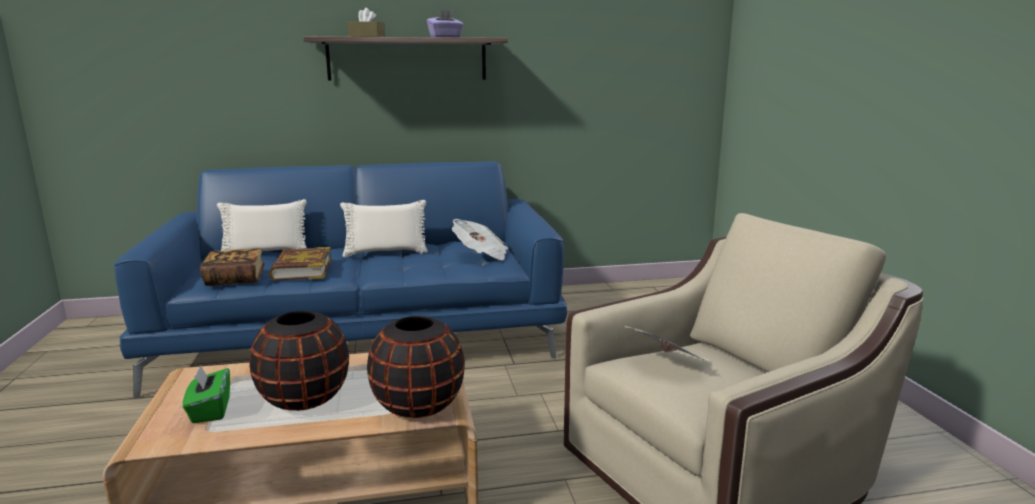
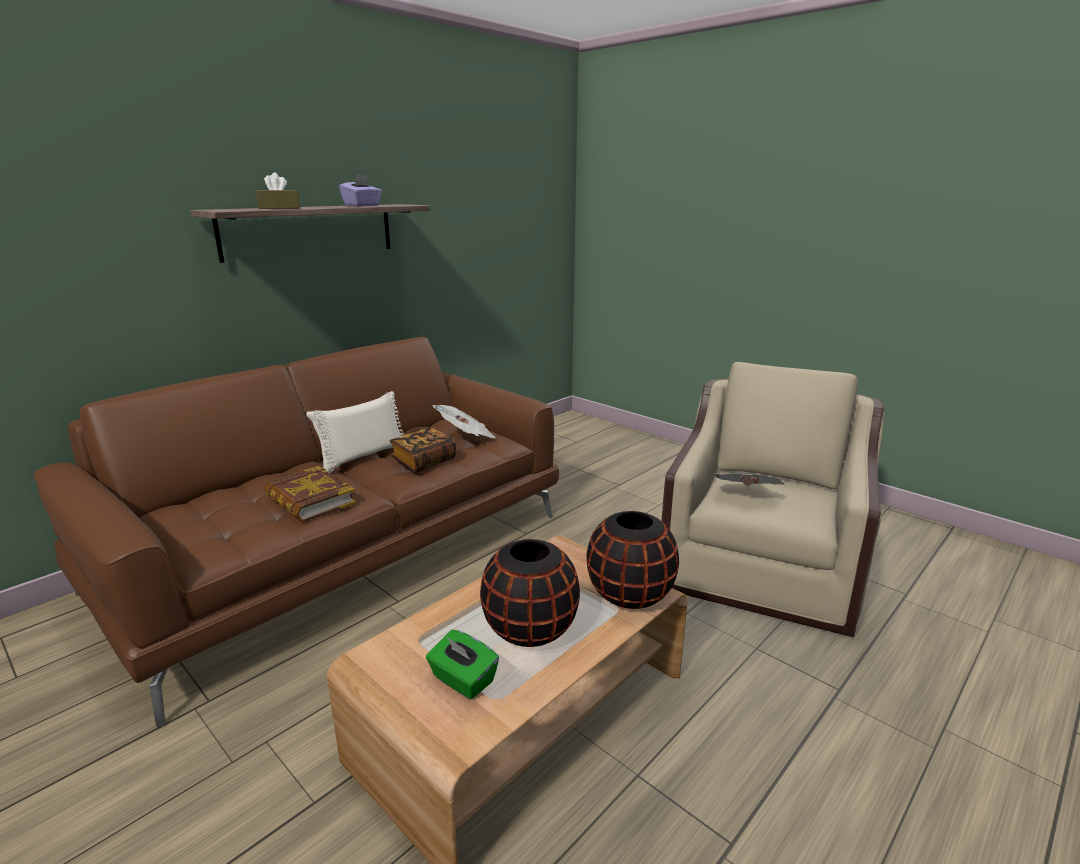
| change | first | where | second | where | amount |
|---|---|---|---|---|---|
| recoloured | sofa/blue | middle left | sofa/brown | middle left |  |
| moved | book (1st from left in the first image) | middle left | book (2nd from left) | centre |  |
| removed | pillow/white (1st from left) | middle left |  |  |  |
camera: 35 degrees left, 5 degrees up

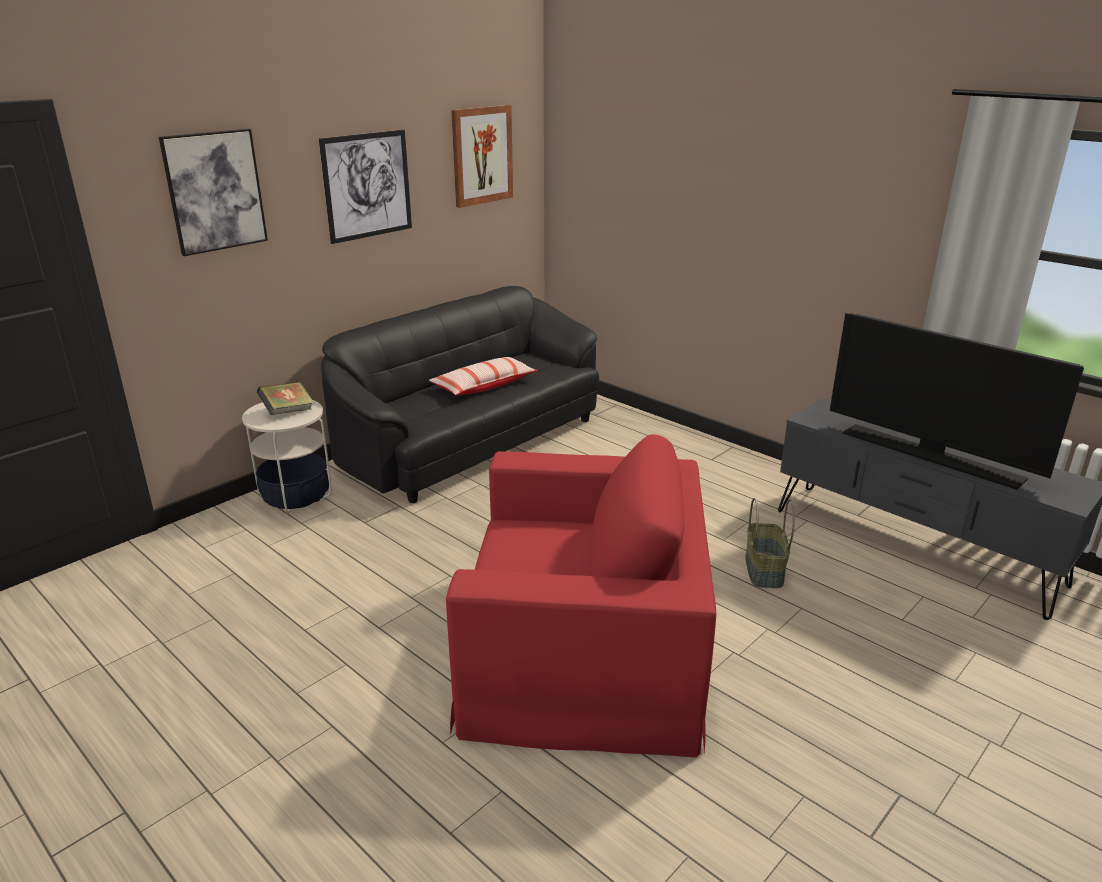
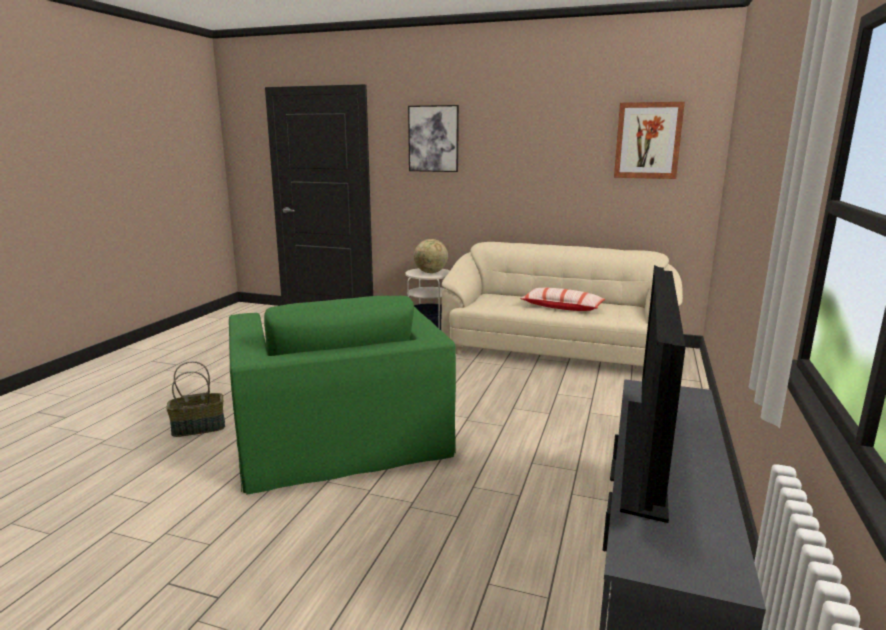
| change | first | where | second | where | amount |
|---|---|---|---|---|---|
| replaced | book | middle left | globe | centre |  |
| removed | picture (2nd from left) | top left |  |  |  |
| recoloured | sofa/black | centre | sofa/beige | centre |  |
| recoloured | armchair/red | bottom centre | armchair/green | centre |  |
| moved | basket | middle right |  | middle left |  |
camera: 65 degrees right, 10 degrees down

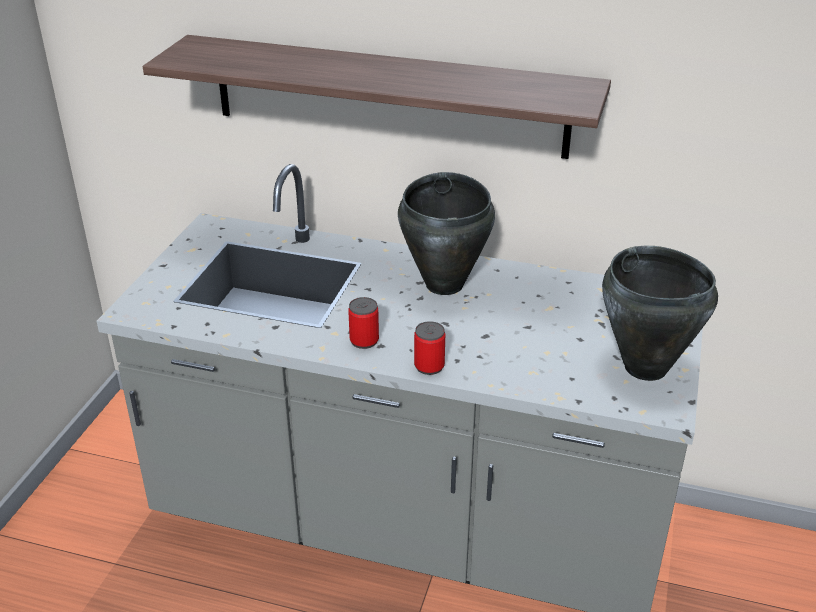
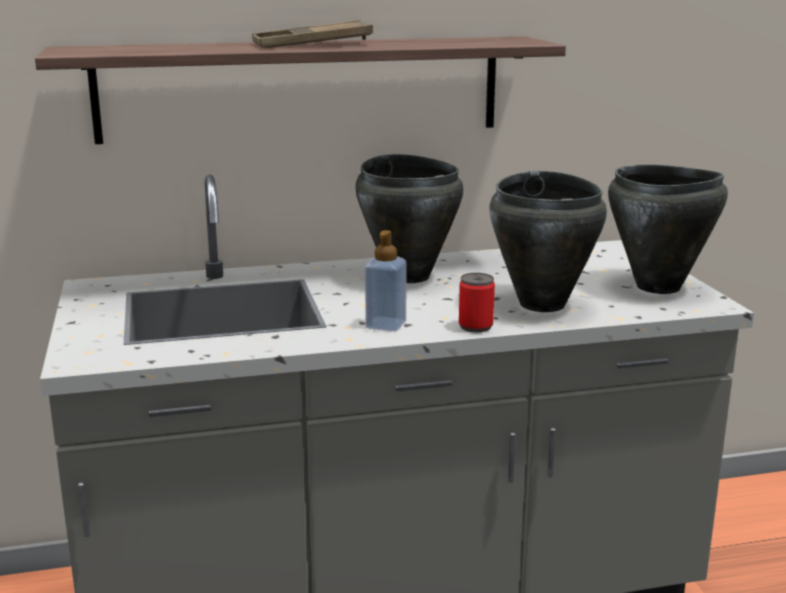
| change | first | where | second | where | amount |
|---|---|---|---|---|---|
| replaced | can (1st from left) | centre | soap dispenser | centre |  |
| added |  |  | tray/brown | top centre |  |
| added |  |  | cooking pot/black (2nd from left) | middle right |  |
camera: 30 degrees left, 15 degrees down

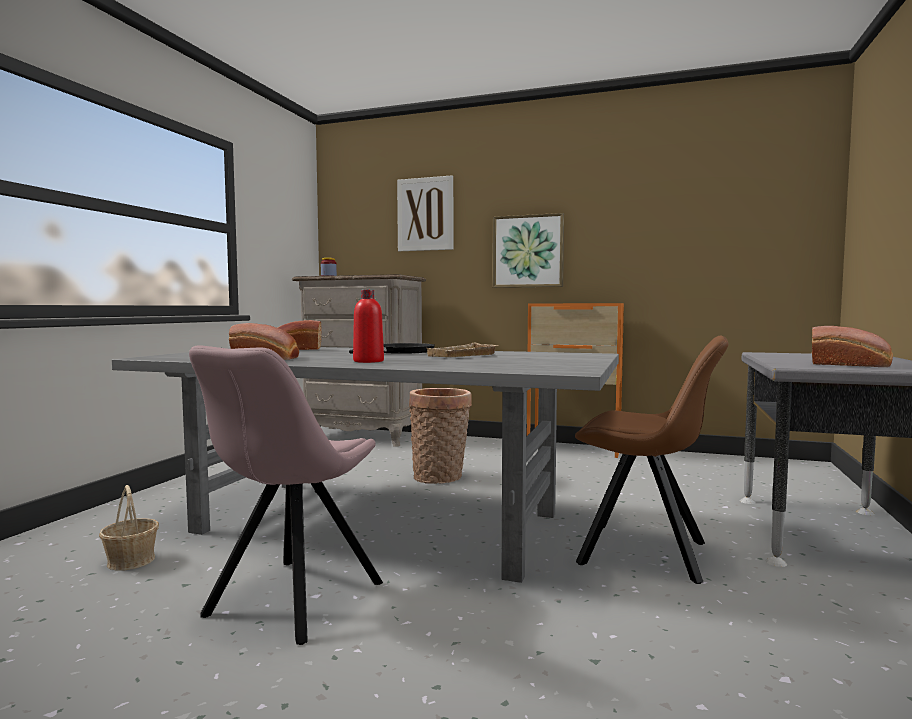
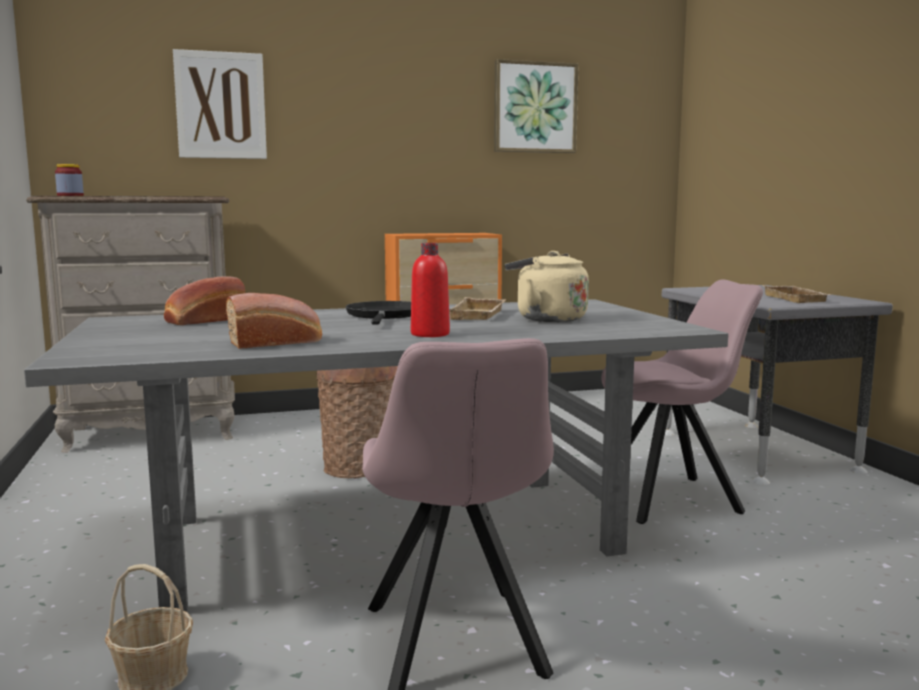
| change | first | where | second | where | amount |
|---|---|---|---|---|---|
| moved | picture (2nd from left) | centre |  | top centre |  |
| recoloured | chair/brown | middle right | chair/pink (2nd from left) | middle right |  |
| replaced | bread (3rd from left) | middle right | tray/beige (2nd from left) | middle right |  |
| added |  |  | kettle/beige | centre |  |
camera: 35 degrees left, 5 degrees up

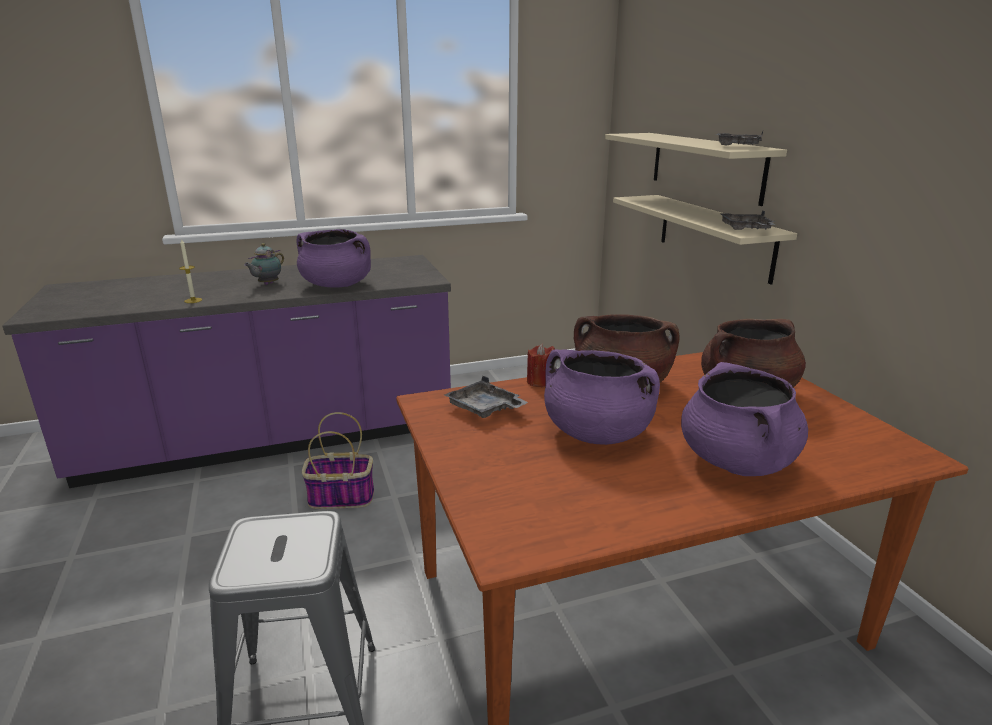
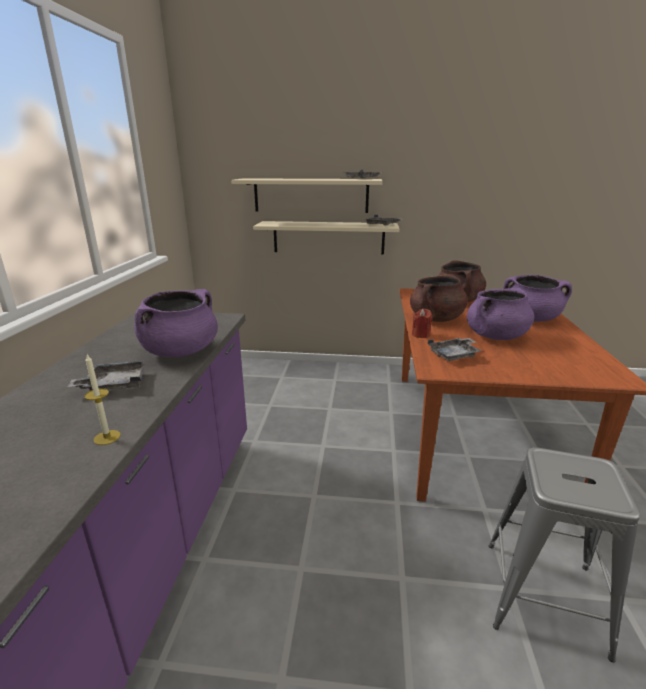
| change | first | where | second | where | amount |
|---|---|---|---|---|---|
| replaced | teapot | middle left | tray/grey (1st from left) | middle left |  |
| removed | basket | centre |  |  |  |
camera: 65 degrees left, 0 degrees up

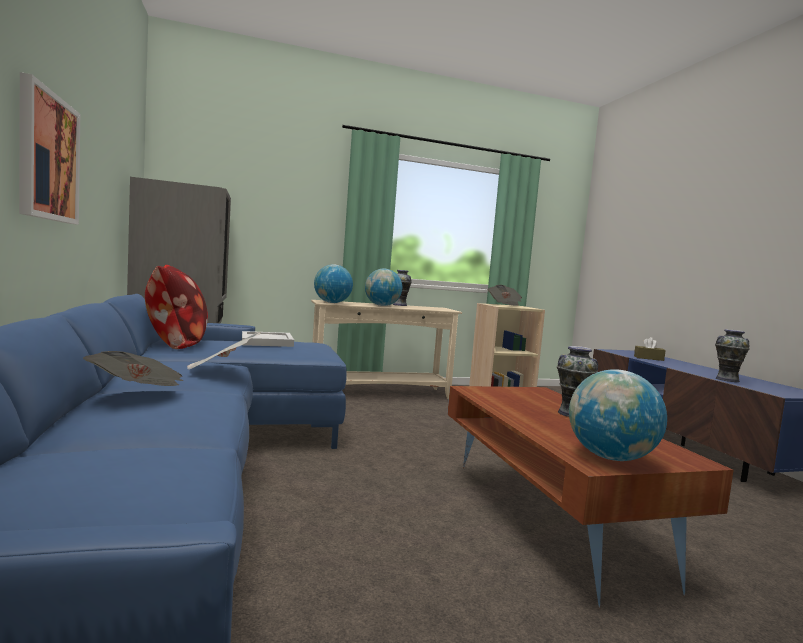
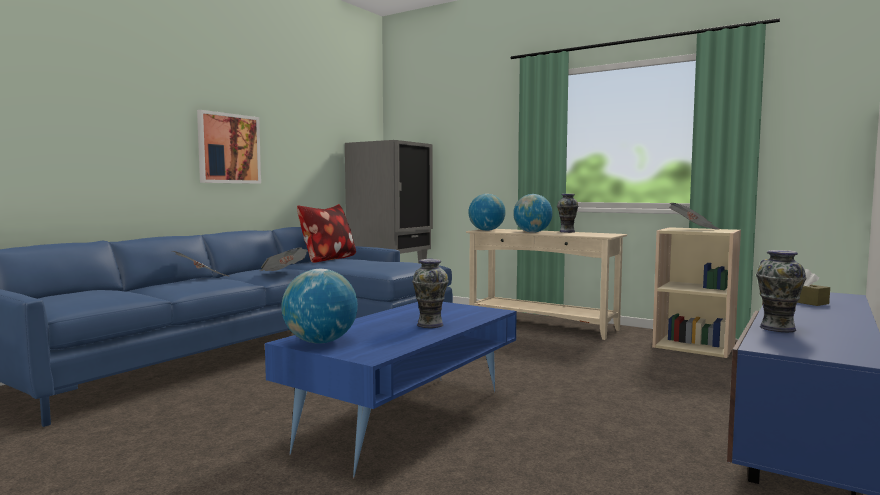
| change | first | where | second | where | amount |
|---|---|---|---|---|---|
| removed | tray/white | centre |  |  |  |
| recoloured | coffee table/brown | bottom right | coffee table/blue | bottom centre |  |
camera: 50 degrees right, 0 degrees up

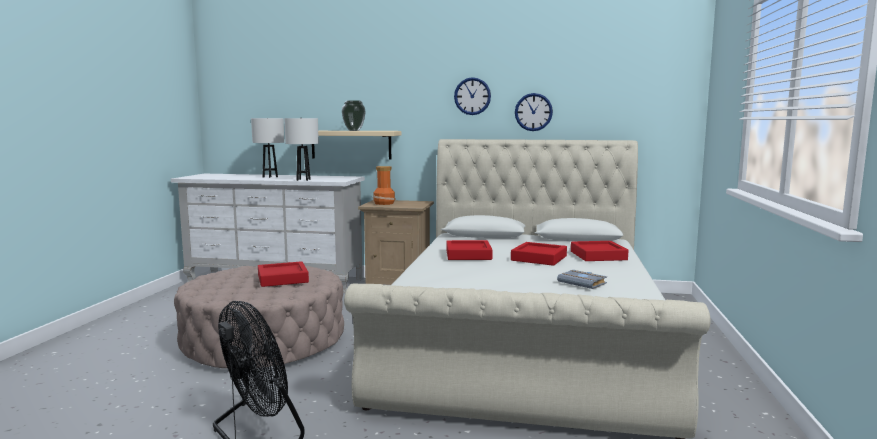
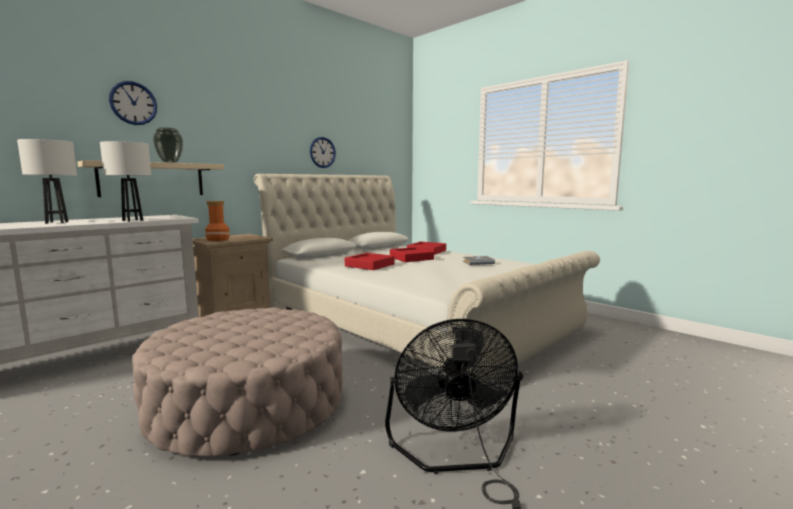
| change | first | where | second | where | amount |
|---|---|---|---|---|---|
| removed | tray/red (1st from left) | middle left |  |  |  |
| moved | wall clock (1st from left) | top centre |  | top left |  |
camera: 55 degrees left, 0 degrees up

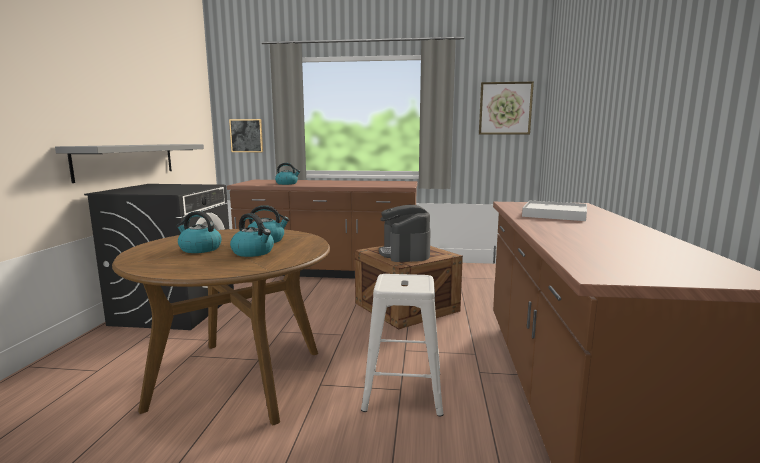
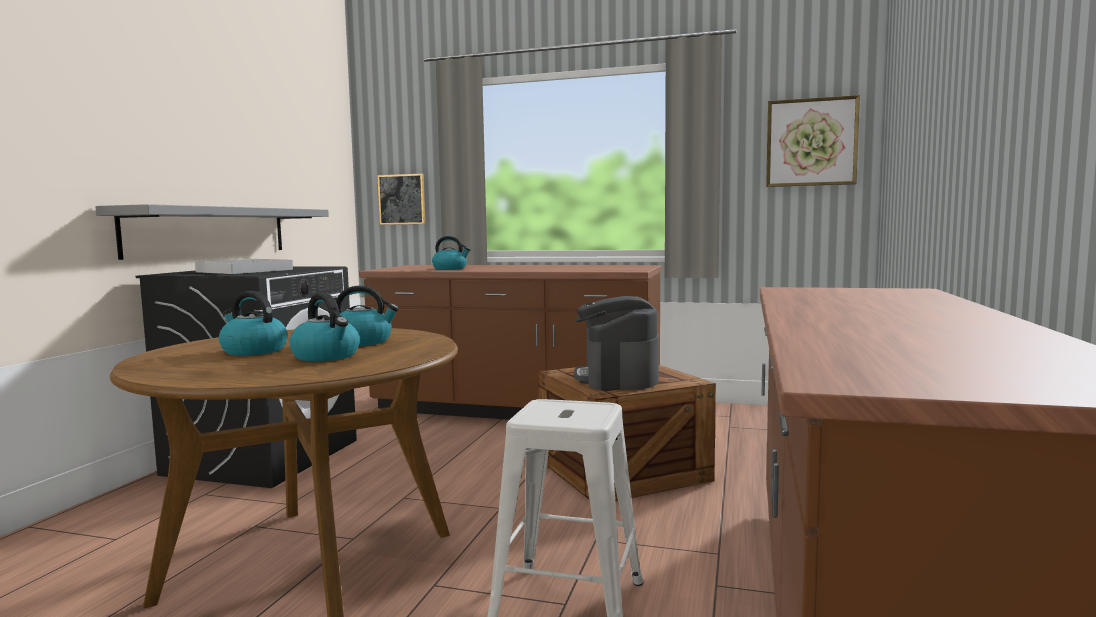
| change | first | where | second | where | amount |
|---|---|---|---|---|---|
| moved | tray/white | middle right |  | middle left |  |
camera: 10 degrees right, 5 degrees down

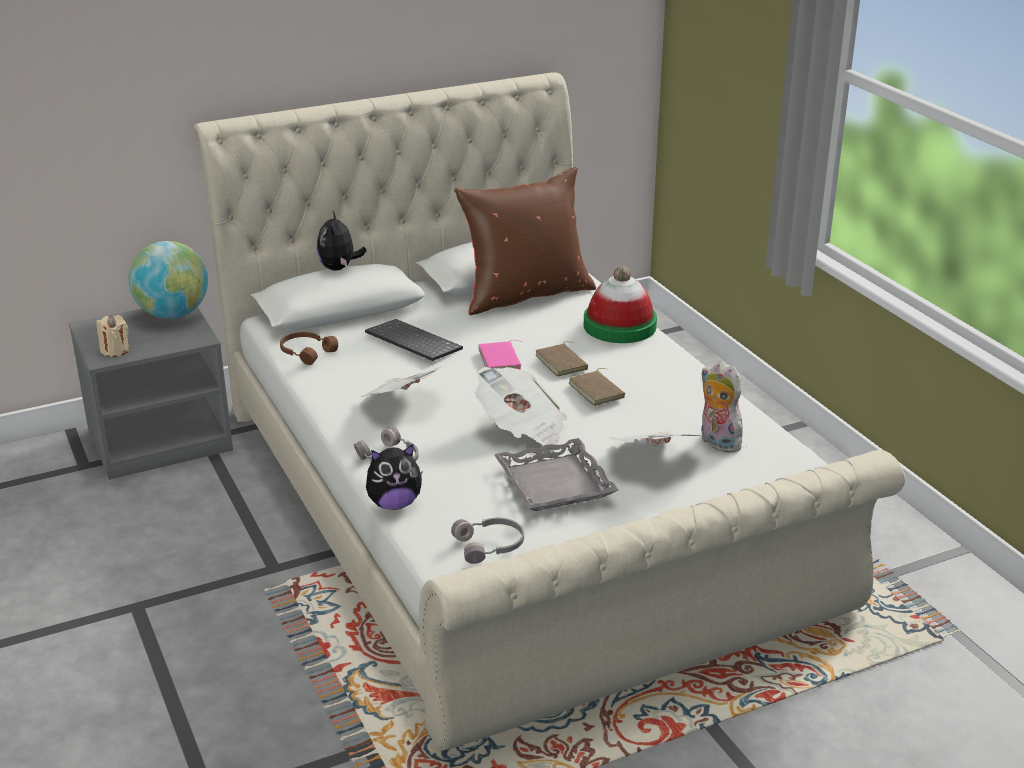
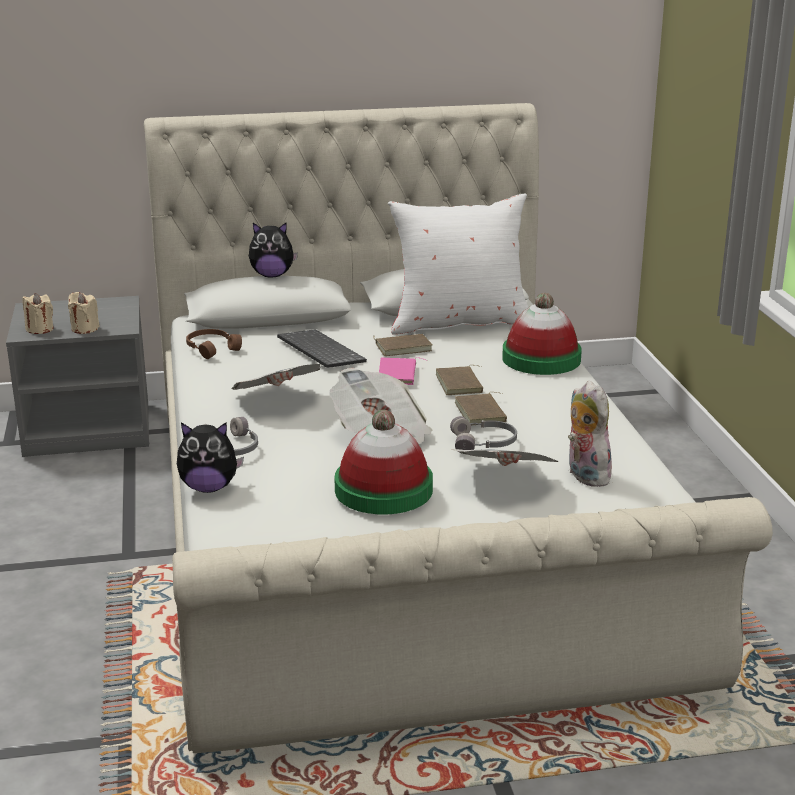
| change | first | where | second | where | amount |
|---|---|---|---|---|---|
| removed | globe | middle left |  |  |  |
| turned | plush toy (1st from left in the first image) | top left | plush toy (2nd from left) | top centre | 105 degrees counterclockwise |
| moved | headphones/grey (2nd from left) | bottom centre |  | centre |  |
| recoloured | pillow/brown | top centre | pillow/white | top centre |  |
| replaced | tray/grey | centre | hat (1st from left) | centre |  |
| added |  |  | candle/beige (2nd from left) | middle left |  |
| added |  |  | book/brown (1st from left) | centre |  |
camera: 15 degrees right, 5 degrees down

